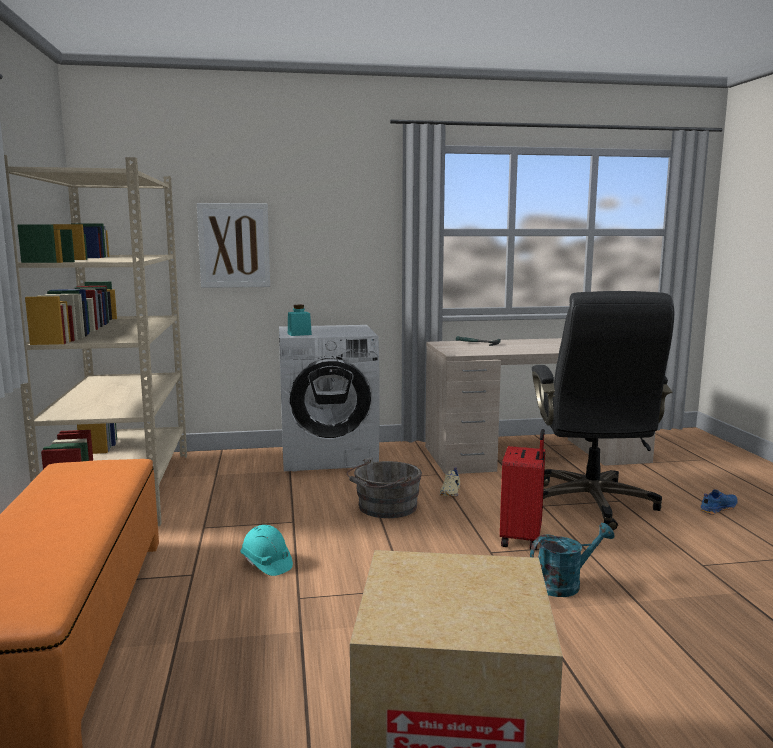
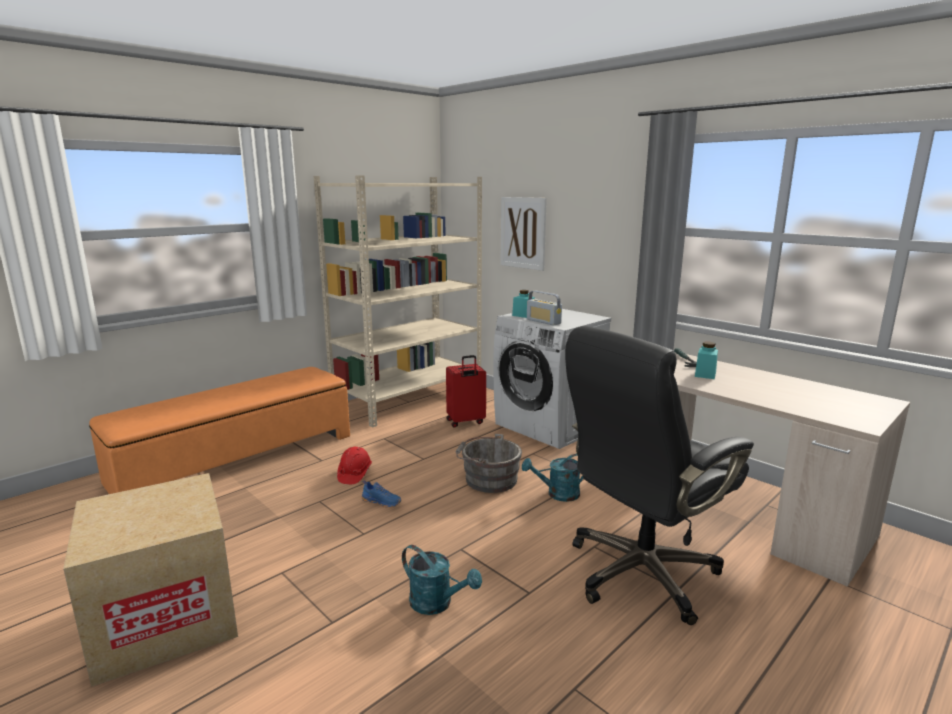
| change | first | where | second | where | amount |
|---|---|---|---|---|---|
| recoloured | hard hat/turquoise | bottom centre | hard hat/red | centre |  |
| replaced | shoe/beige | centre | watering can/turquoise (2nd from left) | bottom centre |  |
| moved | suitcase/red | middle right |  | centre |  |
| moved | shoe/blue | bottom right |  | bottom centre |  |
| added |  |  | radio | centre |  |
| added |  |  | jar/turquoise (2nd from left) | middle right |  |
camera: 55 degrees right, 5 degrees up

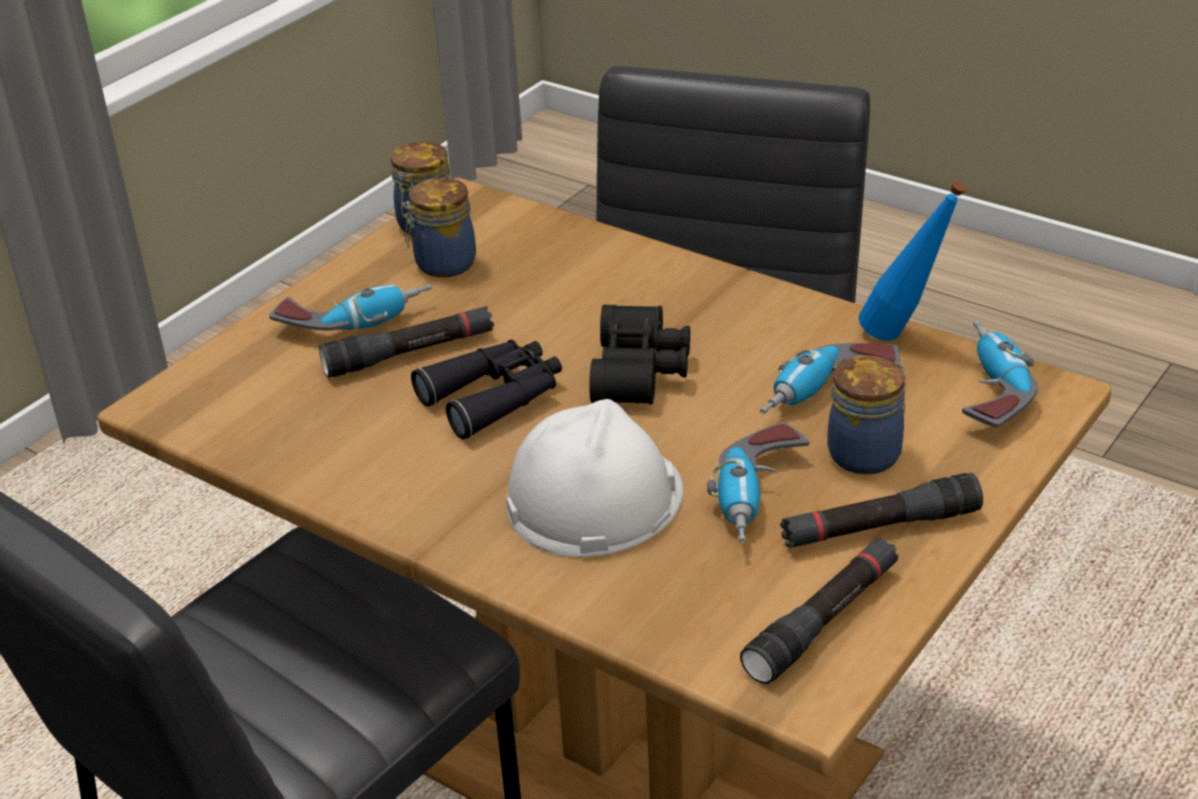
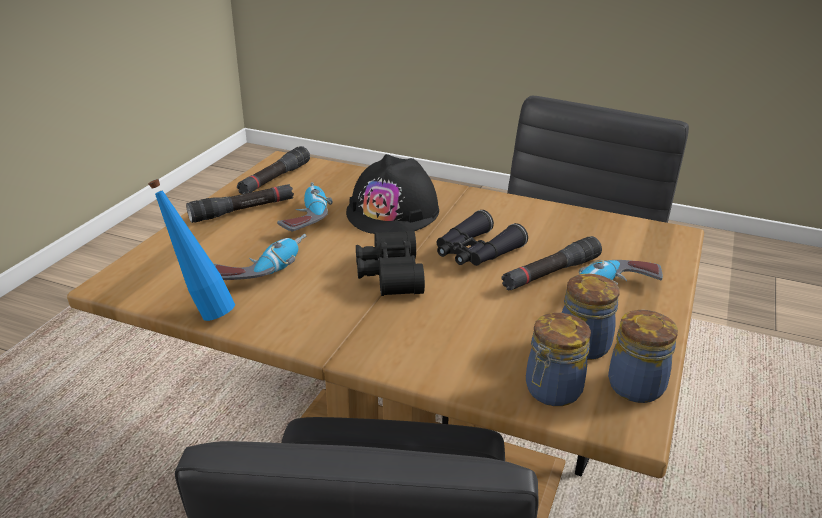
| change | first | where | second | where | amount |
|---|---|---|---|---|---|
| recoloured | hard hat/white | centre | hard hat/black | centre |  |
| moved | jar (3rd from left in the first image) | middle right | jar (1st from left) | bottom right |  |
| removed | power drill (4th from left) | middle right |  |  |  |
camera: 165 degrees right, 5 degrees down

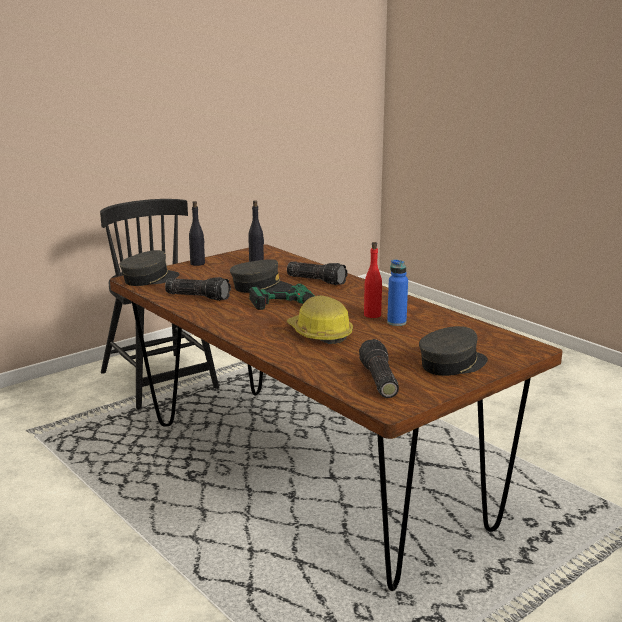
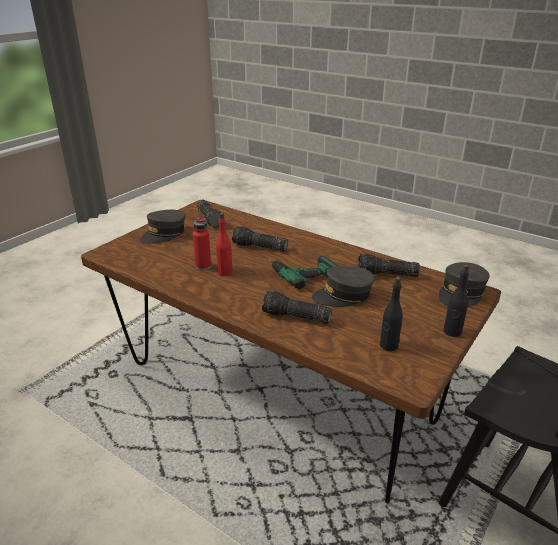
| change | first | where | second | where | amount |
|---|---|---|---|---|---|
| replaced | hard hat | centre | flashlight (2nd from left) | centre |  |
| recoloured | bottle/blue | centre | bottle/red (1st from left) | centre |  |
camera: 165 degrees right, 10 degrees up

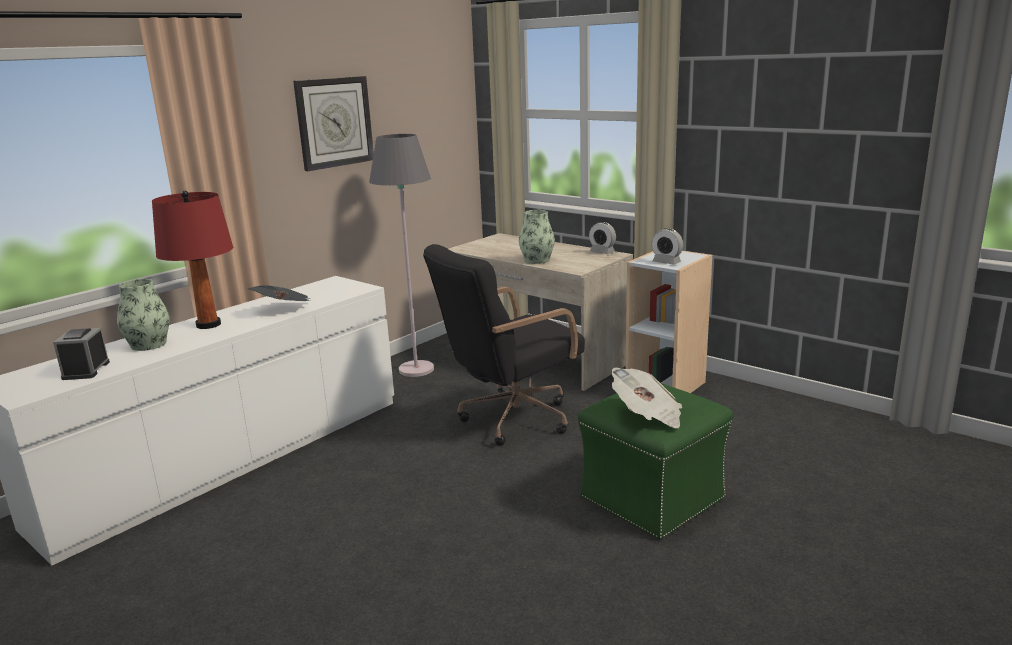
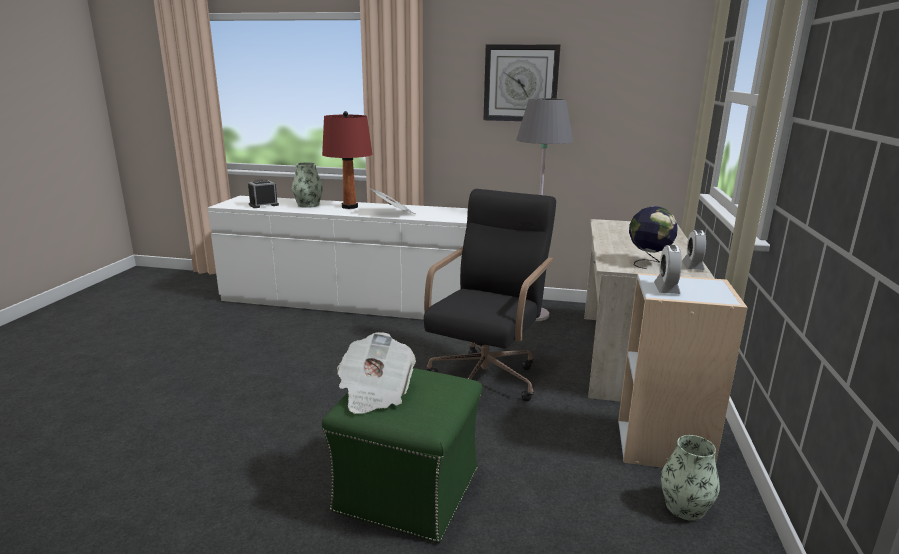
| change | first | where | second | where | amount |
|---|---|---|---|---|---|
| turned | office chair/black | centre |  | centre | 90 degrees clockwise |
| moved | vase (2nd from left) | centre |  | bottom right |  |
| added |  |  | globe | middle right |  |
camera: 60 degrees right, 0 degrees up

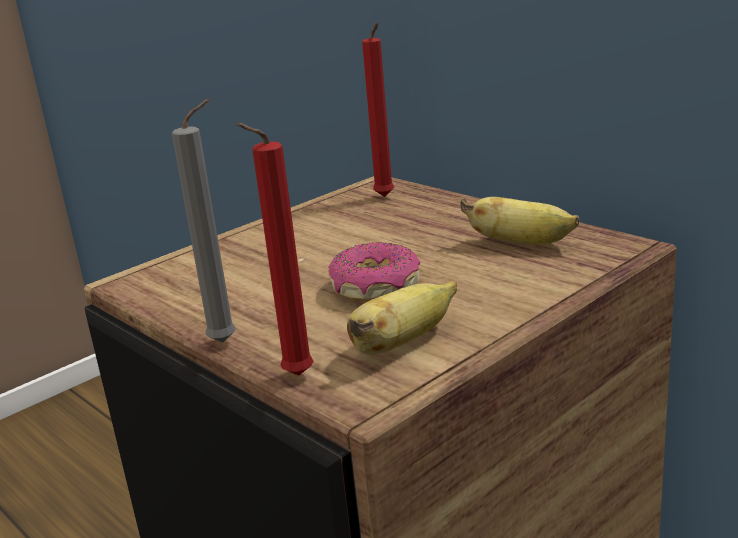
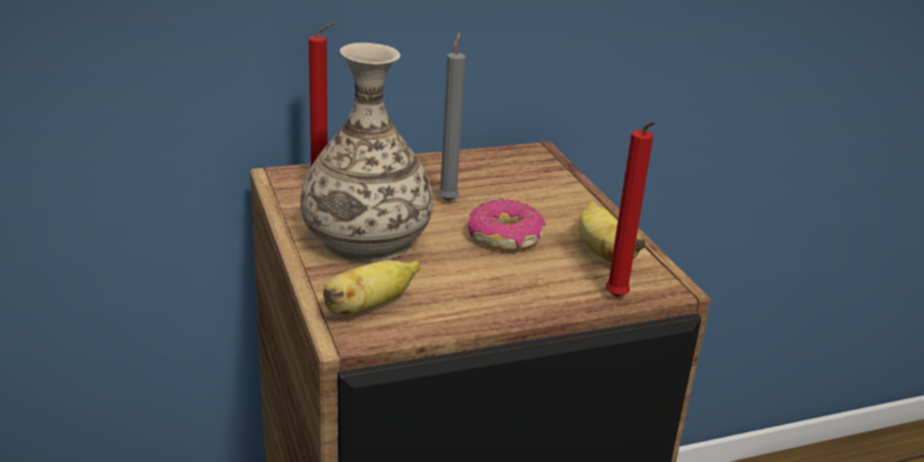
| change | first | where | second | where | amount |
|---|---|---|---|---|---|
| moved | candle/grey | middle left |  | top centre |  |
| moved | banana (2nd from left in the first image) | middle right | banana (1st from left) | centre |  |
| added |  |  | vase | top centre |  |
camera: 70 degrees left, 5 degrees up

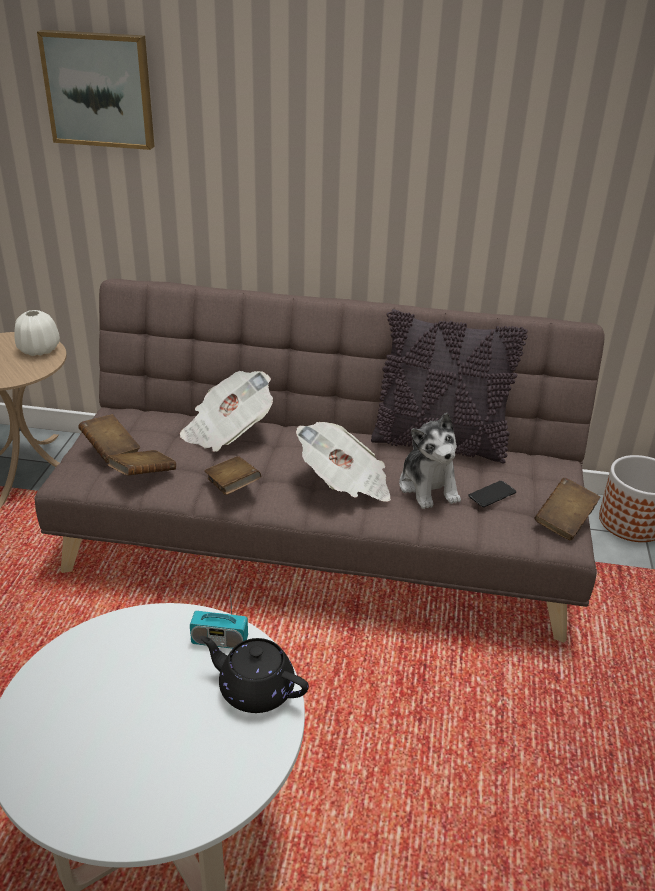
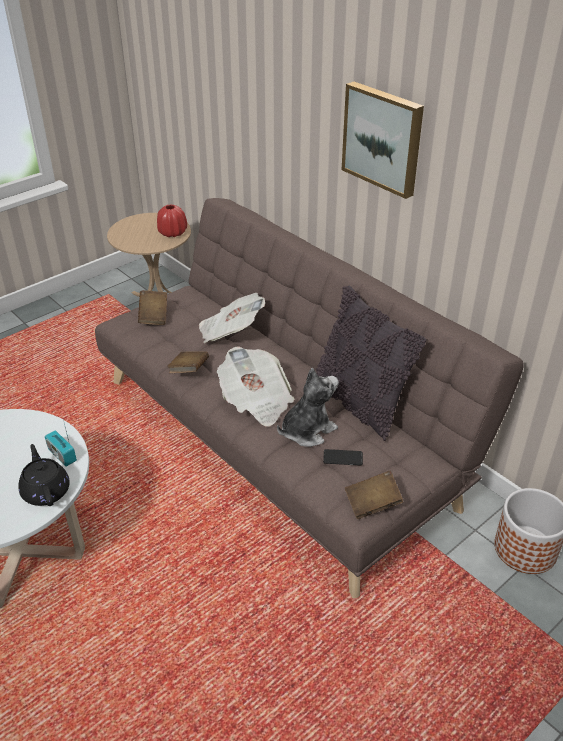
| change | first | where | second | where | amount |
|---|---|---|---|---|---|
| recoloured | vase/white | middle left | vase/red | top left |  |
| moved | picture | top left |  | top right |  |
| removed | book/brown (2nd from left) | middle left |  |  |  |
| turned | plush toy | centre |  | centre | 150 degrees counterclockwise |
camera: 40 degrees right, 5 degrees up

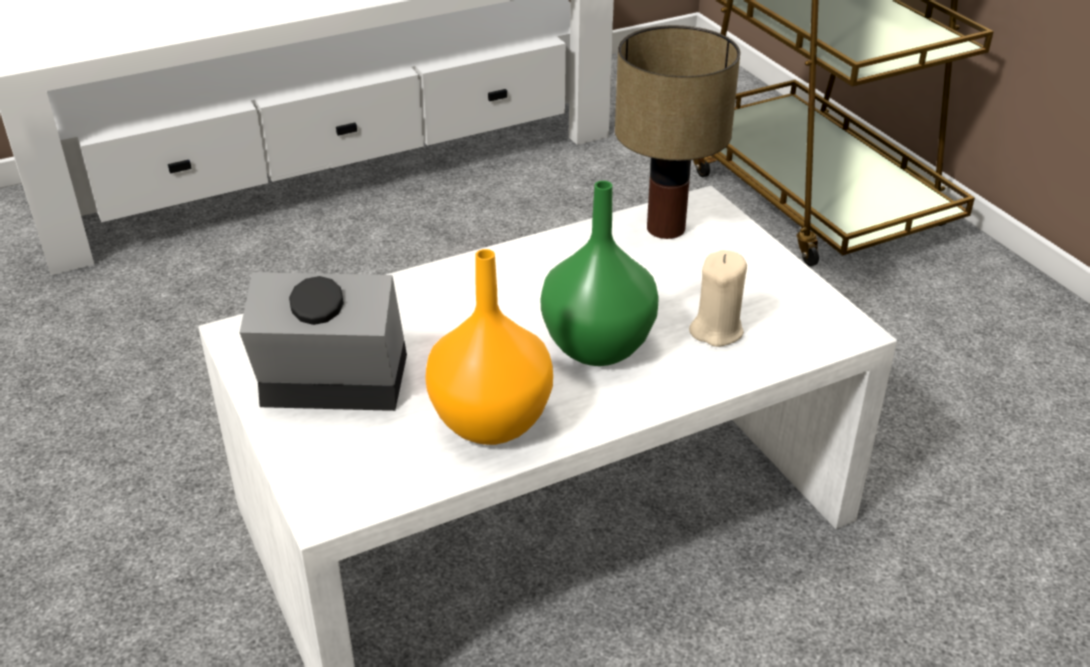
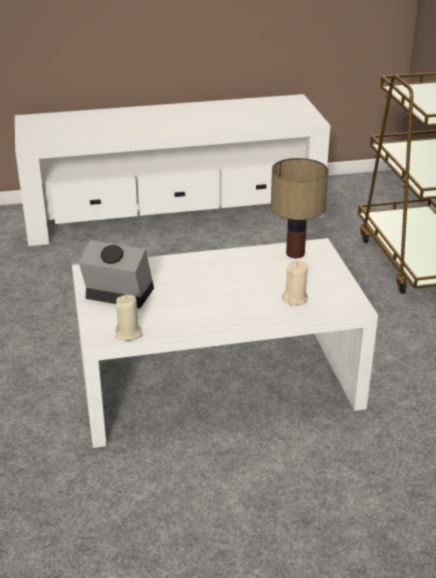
| change | first | where | second | where | amount |
|---|---|---|---|---|---|
| removed | vase/orange | centre |  |  |  |
| removed | vase/green | centre |  |  |  |
| added |  |  | candle/beige (1st from left) | middle left |  |
camera: 15 degrees right, 5 degrees down

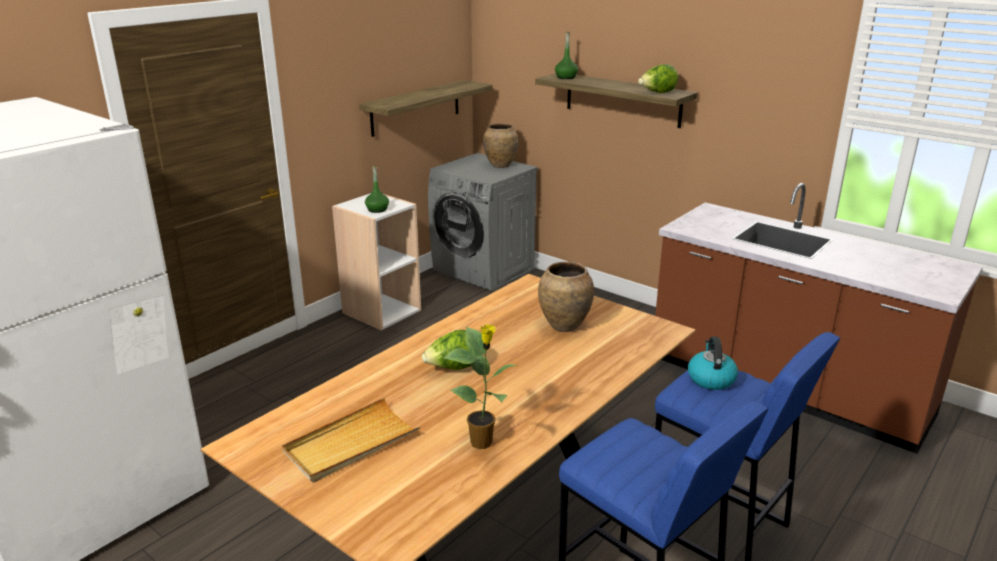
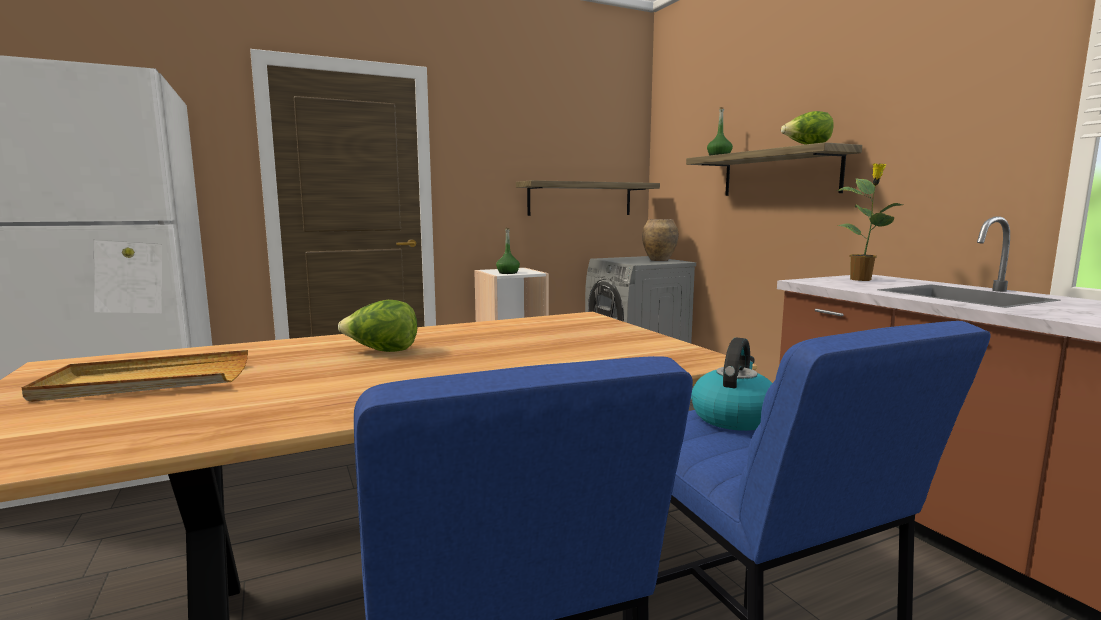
| change | first | where | second | where | amount |
|---|---|---|---|---|---|
| moved | potted plant | bottom centre |  | middle right |  |
| removed | vase/brown (2nd from left) | centre |  |  |  |
camera: 25 degrees right, 15 degrees down

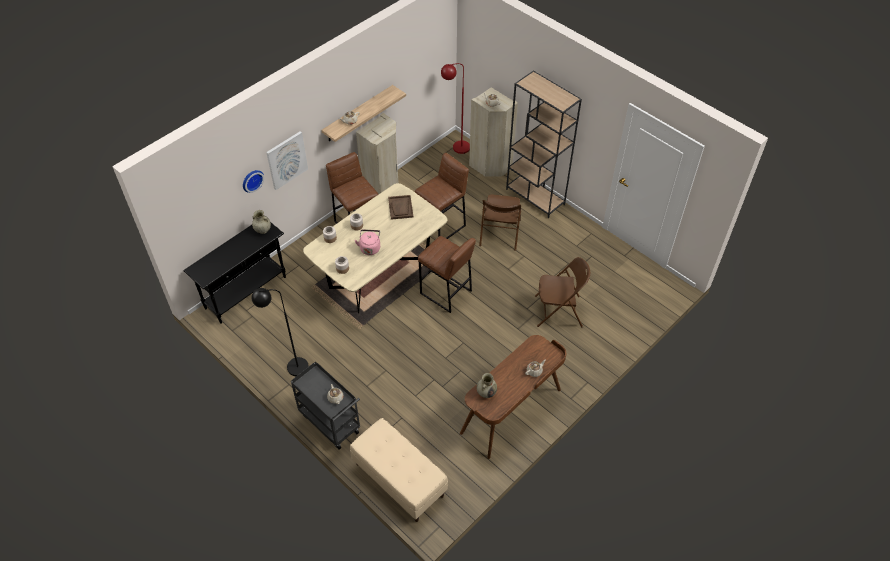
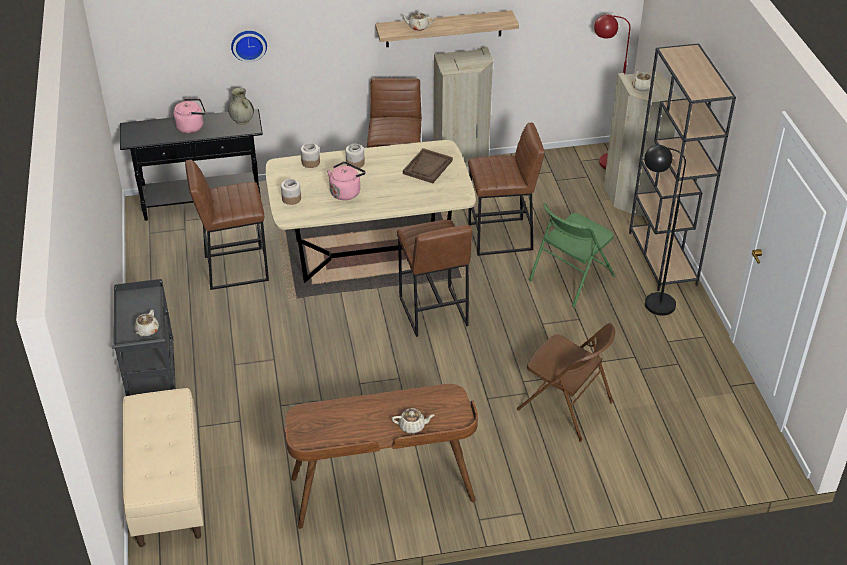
| change | first | where | second | where | amount |
|---|---|---|---|---|---|
| moved | floor lamp/black | middle left |  | middle right |  |
| removed | picture | top left |  |  |  |
| removed | vase/beige (2nd from left) | bottom centre |  |  |  |
| recoloured | chair/brown (1st from left) | centre | chair/green | middle right |  |
| added |  |  | kettle/pink (1st from left) | top left |  |
| added |  |  | stool/brown (1st from left) | middle left |  |
camera: 35 degrees right, 10 degrees down

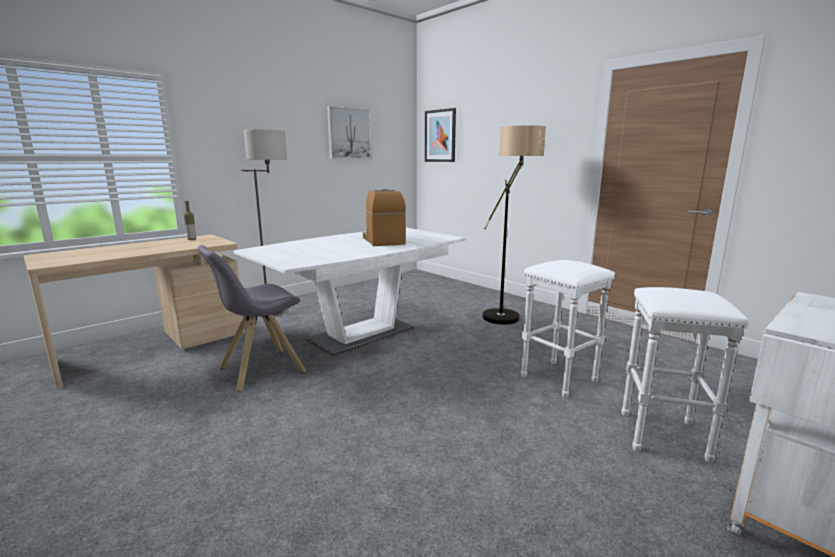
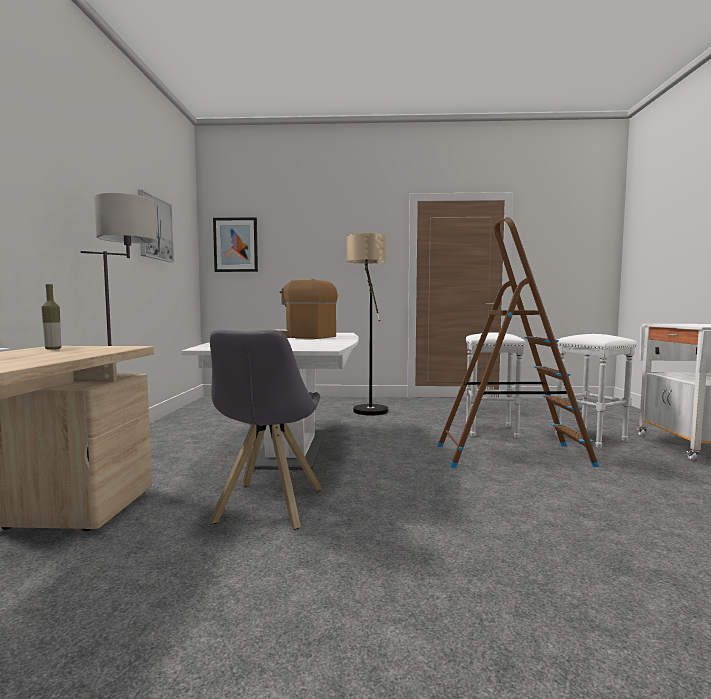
| change | first | where | second | where | amount |
|---|---|---|---|---|---|
| added |  |  | step ladder/brown | middle right |  |
camera: 45 degrees left, 10 degrees down

